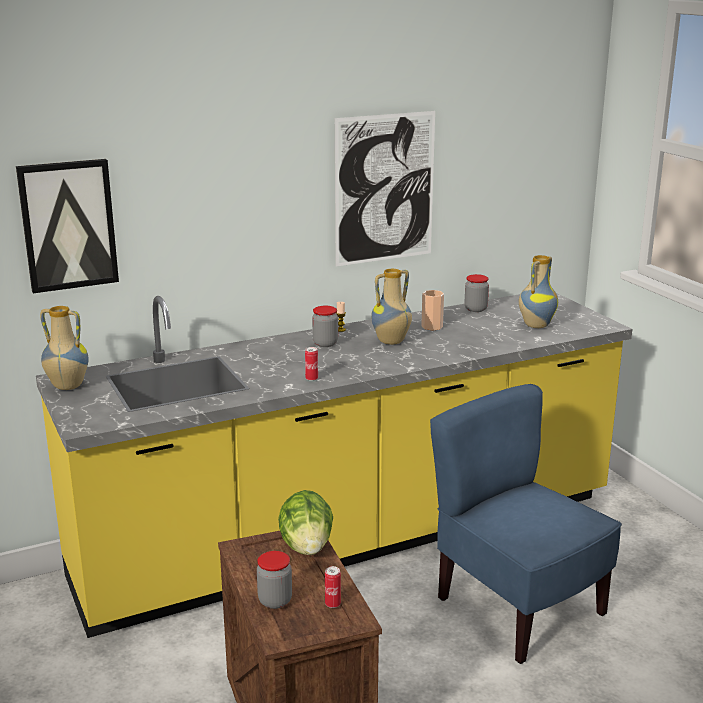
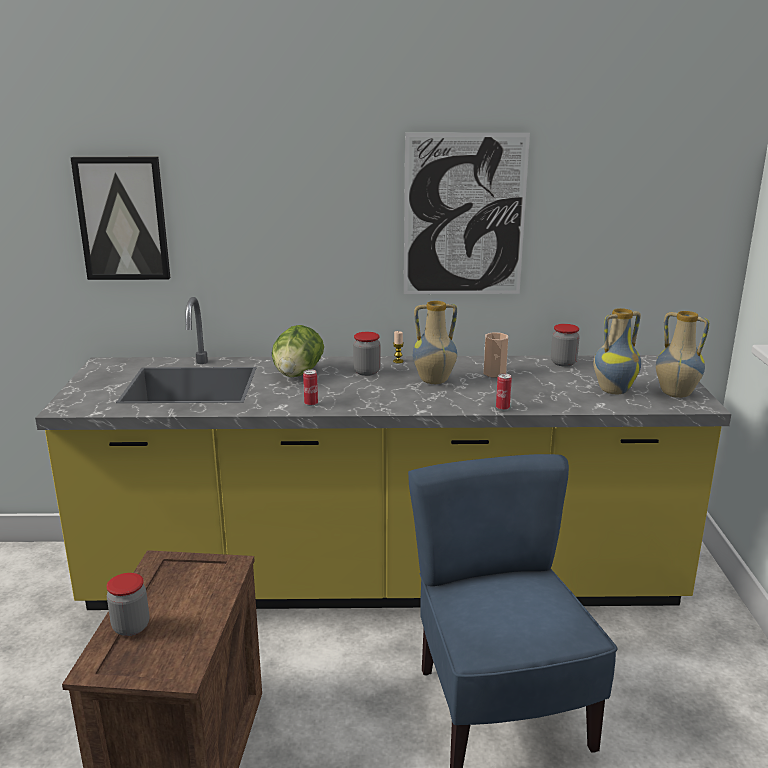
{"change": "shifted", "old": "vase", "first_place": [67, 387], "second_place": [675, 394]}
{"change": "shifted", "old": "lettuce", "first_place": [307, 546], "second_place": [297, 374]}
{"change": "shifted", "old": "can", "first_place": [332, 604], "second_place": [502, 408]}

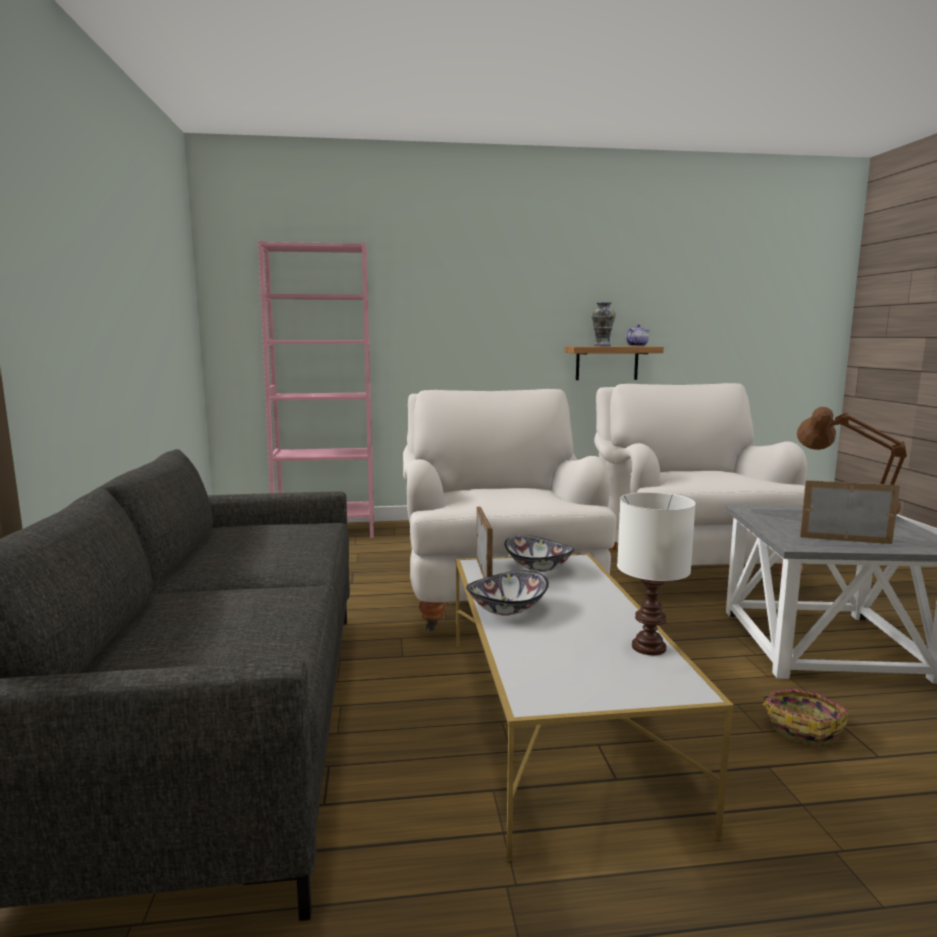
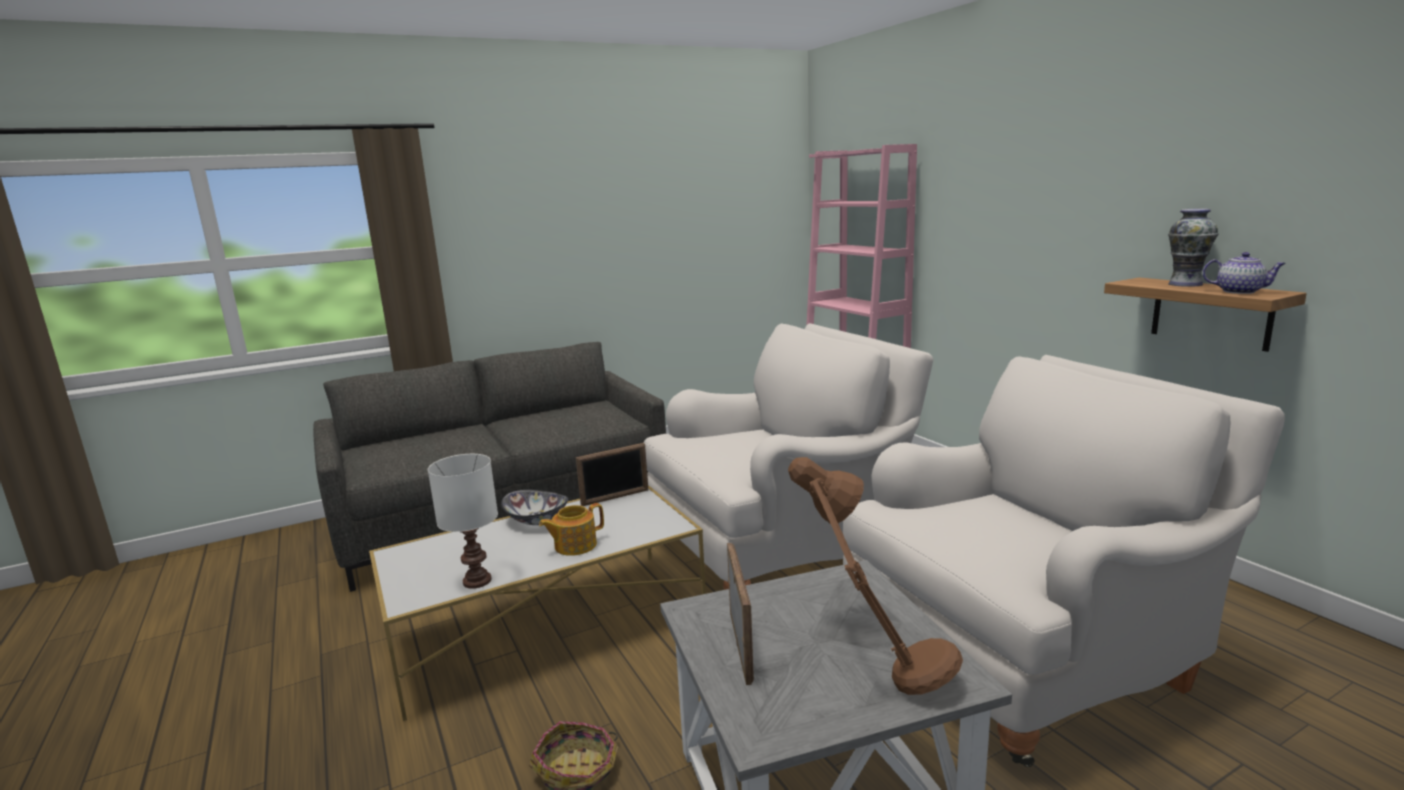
{"change": "gone", "old": "bowl", "first_place": [539, 567]}
{"change": "new", "new": "teapot", "second_place": [574, 545]}

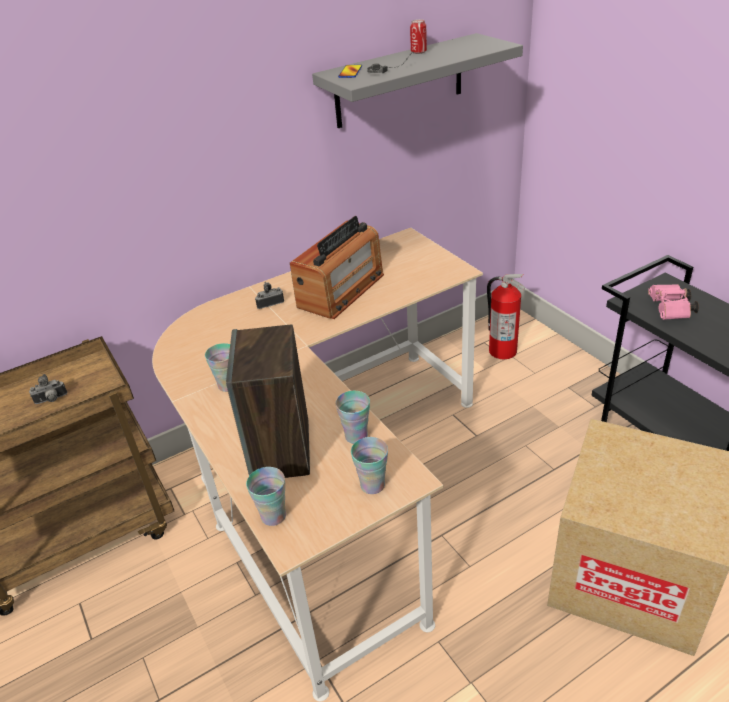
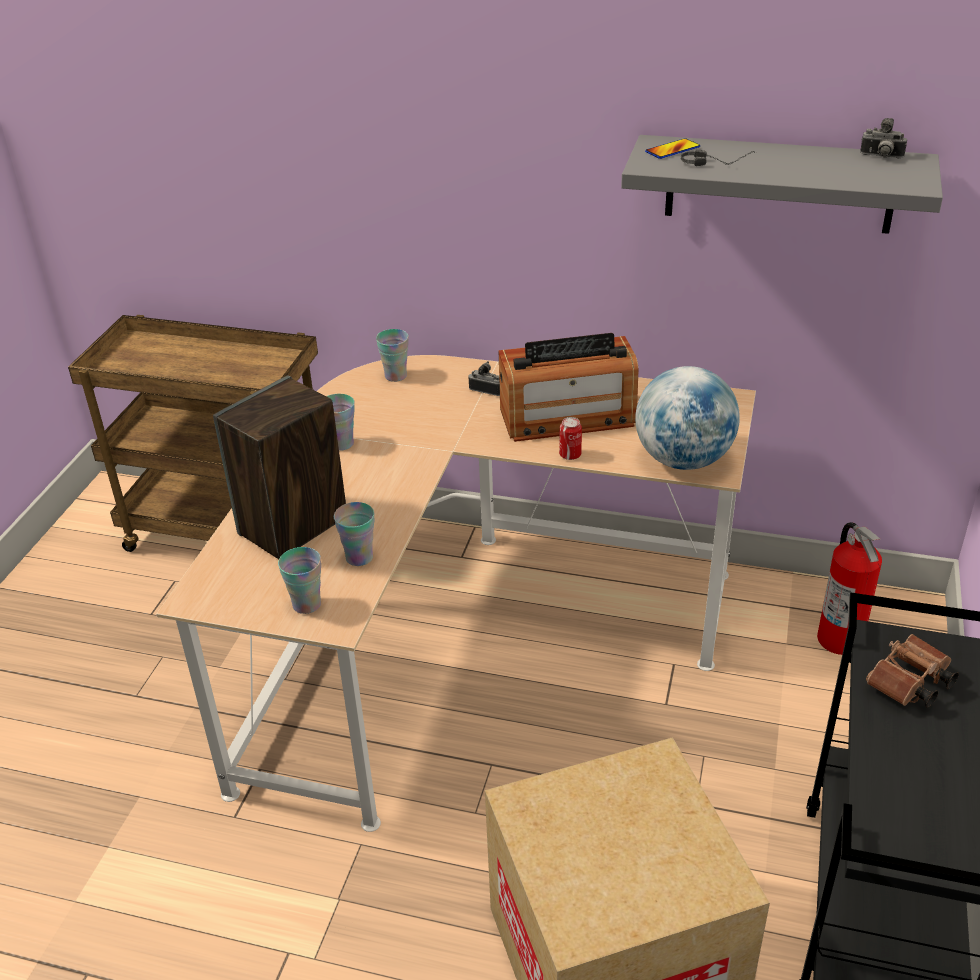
{"change": "shifted", "old": "can", "first_place": [418, 52], "second_place": [570, 455]}
{"change": "repainted", "old": "pink binoculars", "new": "brown binoculars", "first_place": [670, 311], "second_place": [908, 685]}
{"change": "shifted", "old": "photo camera", "first_place": [51, 400], "second_place": [881, 157]}
{"change": "shifted", "old": "cup", "first_place": [273, 516], "second_place": [395, 376]}
{"change": "new", "new": "globe", "second_place": [683, 460]}

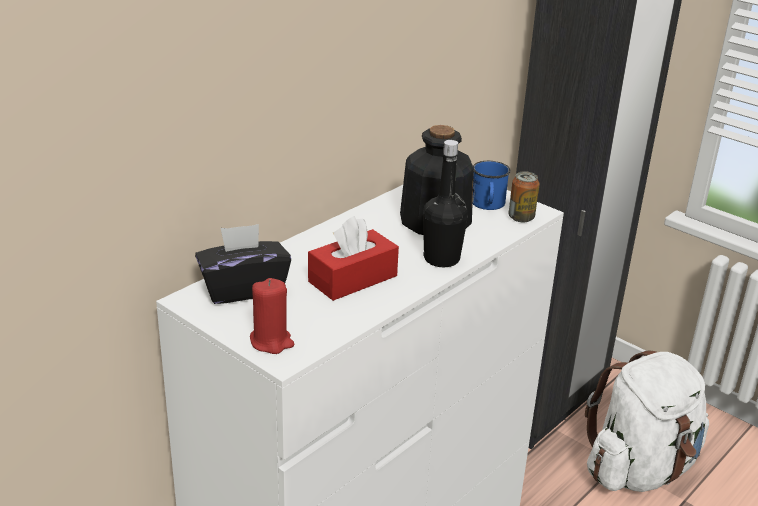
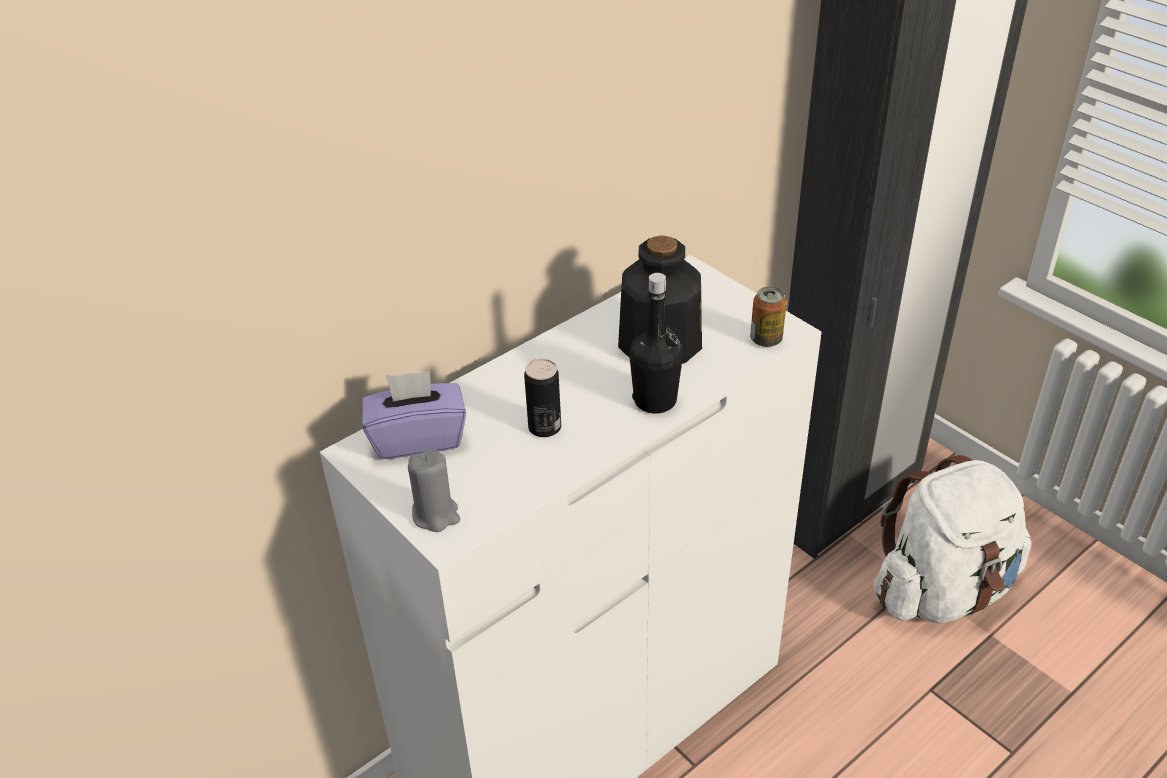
{"change": "gone", "old": "blue mug", "first_place": [488, 205]}
{"change": "swapped", "old": "red tissue box", "new": "can", "first_place": [353, 279], "second_place": [544, 427]}
{"change": "repainted", "old": "black tissue box", "new": "purple tissue box", "first_place": [243, 289], "second_place": [418, 438]}
{"change": "repainted", "old": "red candle", "new": "grey candle", "first_place": [271, 342], "second_place": [436, 514]}

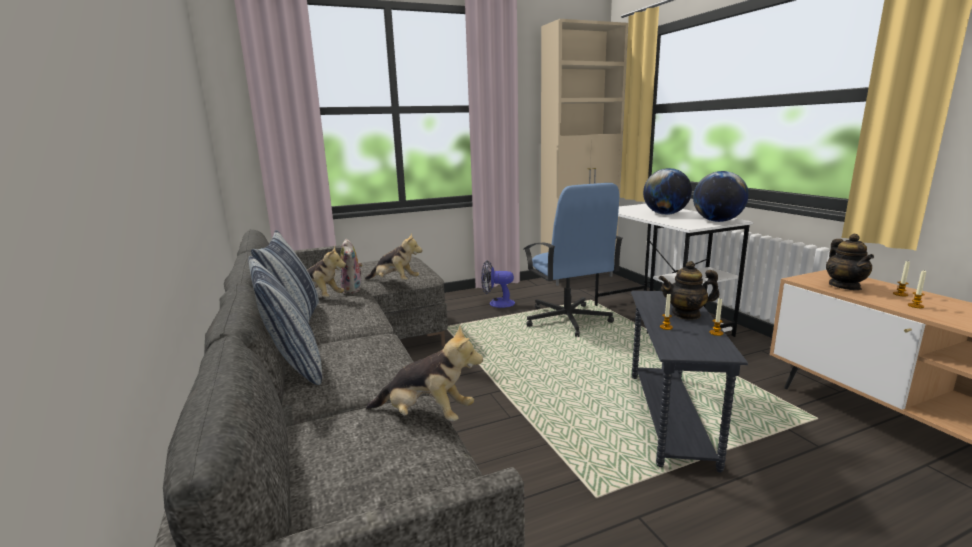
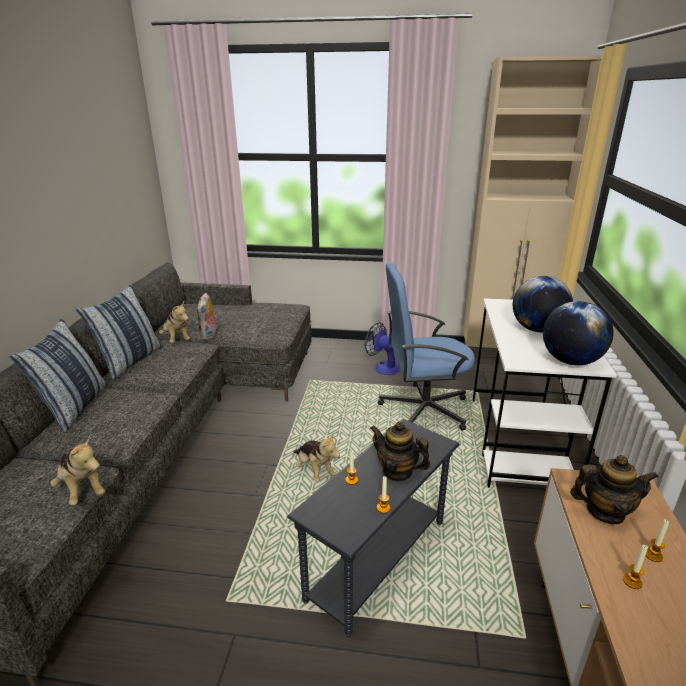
{"change": "rotated", "old": "blue office chair", "first_place": [567, 320], "second_place": [423, 409], "degrees": 75}
{"change": "shifted", "old": "plush toy", "first_place": [394, 282], "second_place": [315, 470]}
{"change": "rotated", "old": "teapot", "first_place": [845, 286], "second_place": [605, 512], "degrees": -120}

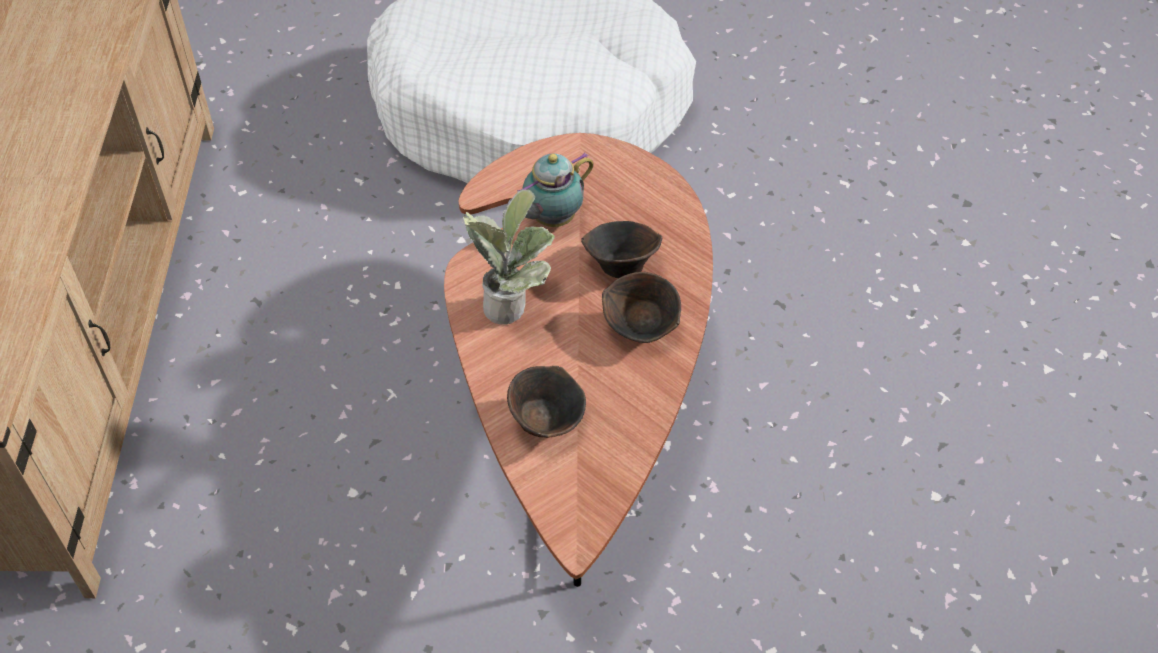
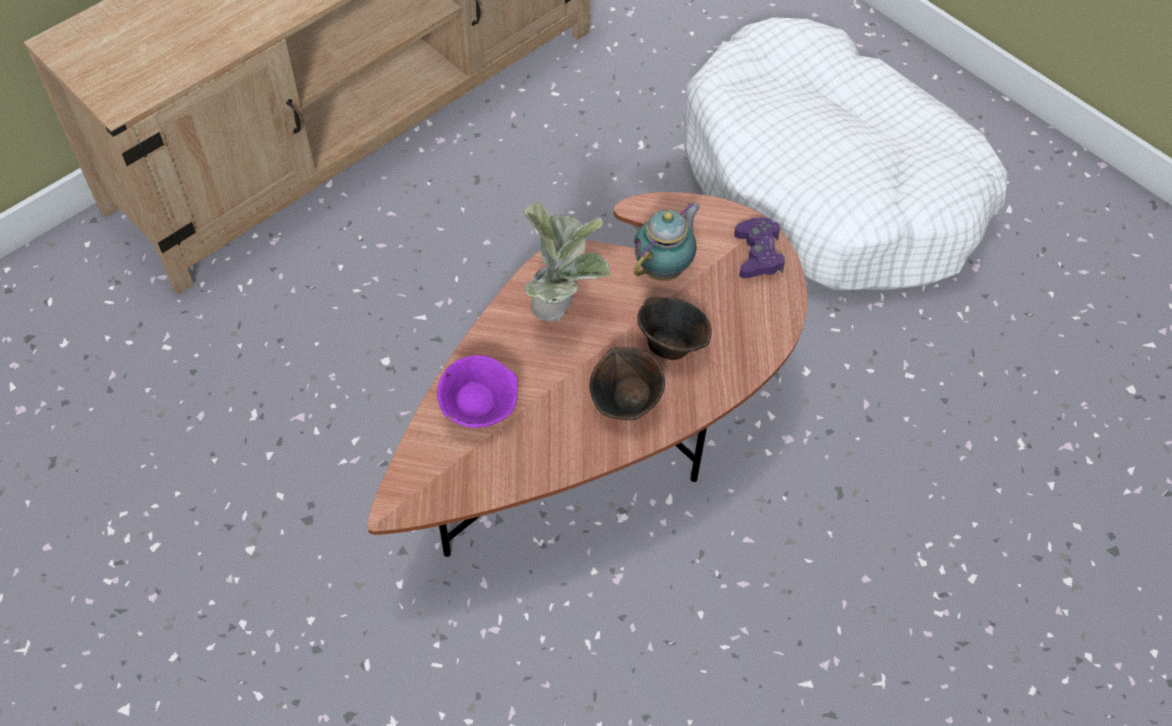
{"change": "rotated", "old": "teapot", "first_place": [551, 219], "second_place": [664, 268], "degrees": 120}
{"change": "repainted", "old": "brown bowl", "new": "purple bowl", "first_place": [546, 421], "second_place": [479, 409]}
{"change": "new", "new": "purple game controller", "second_place": [758, 254]}

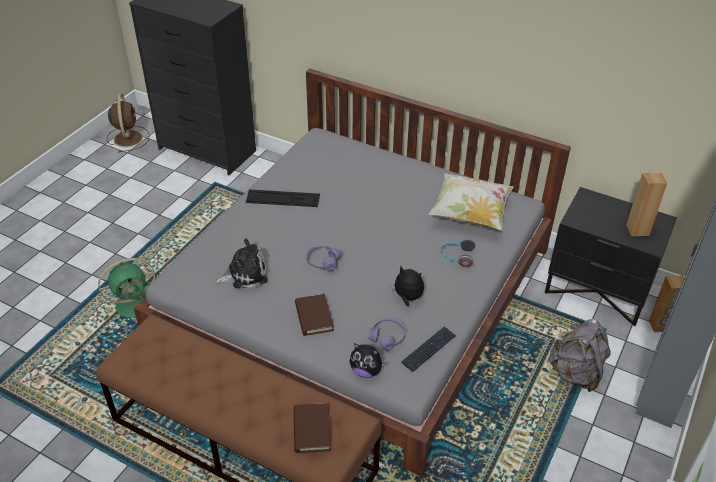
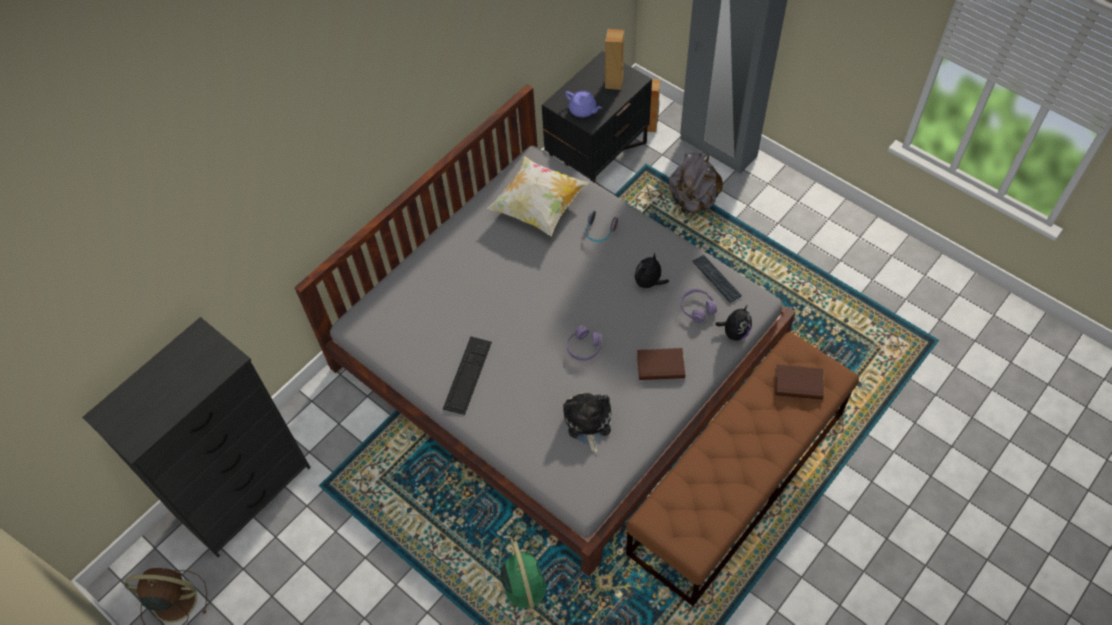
{"change": "new", "new": "purple teapot", "second_place": [583, 110]}

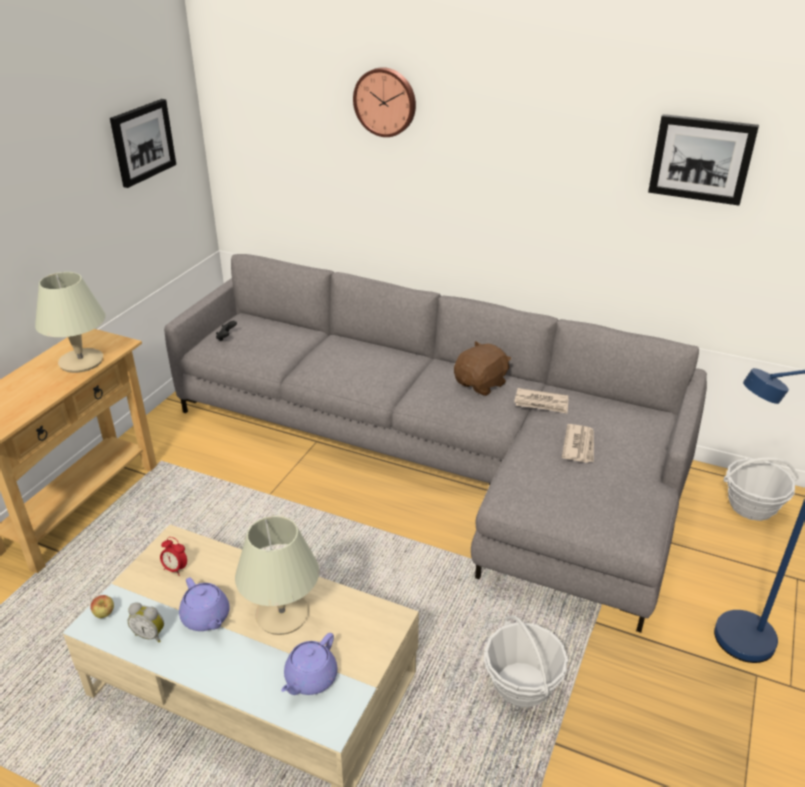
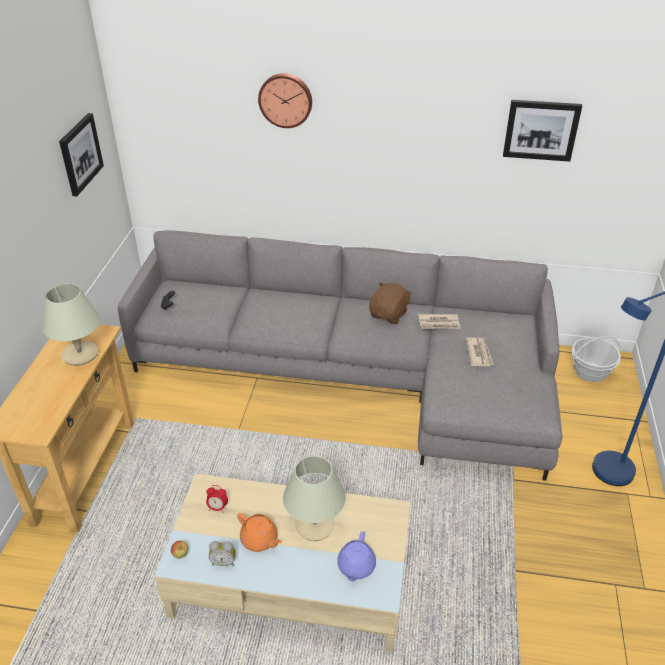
{"change": "repainted", "old": "purple teapot", "new": "orange teapot", "first_place": [206, 618], "second_place": [260, 540]}
{"change": "gone", "old": "basket", "first_place": [522, 685]}

